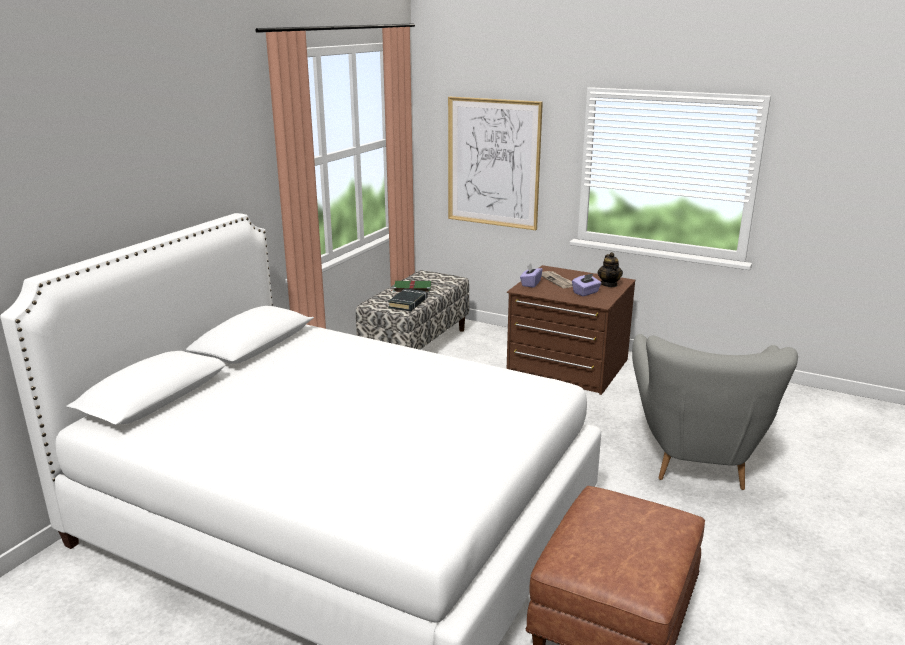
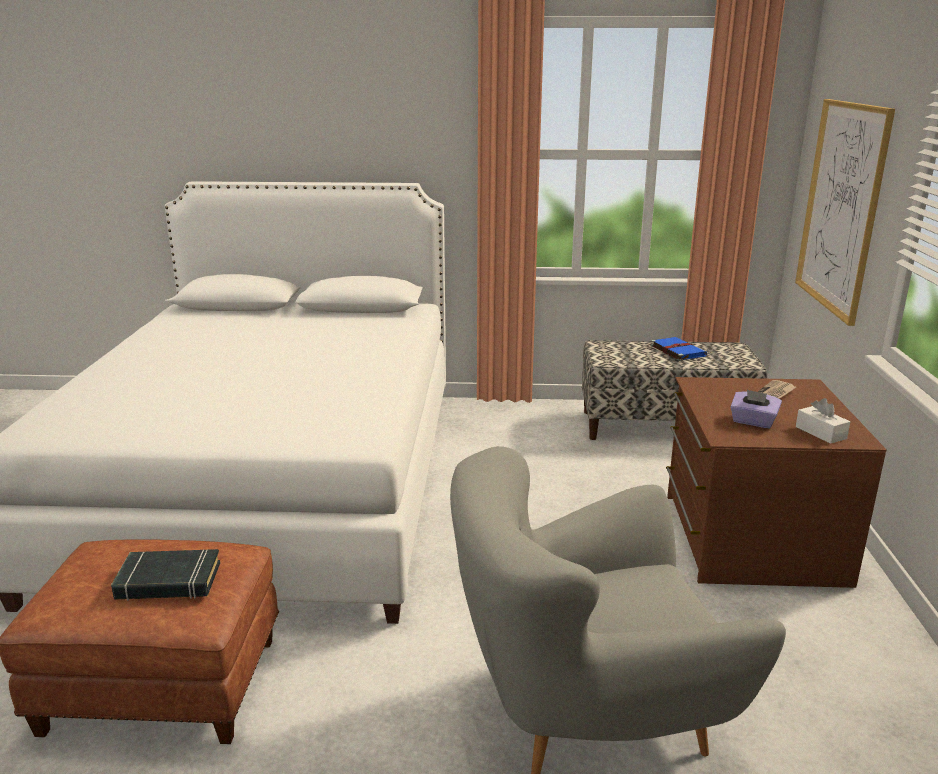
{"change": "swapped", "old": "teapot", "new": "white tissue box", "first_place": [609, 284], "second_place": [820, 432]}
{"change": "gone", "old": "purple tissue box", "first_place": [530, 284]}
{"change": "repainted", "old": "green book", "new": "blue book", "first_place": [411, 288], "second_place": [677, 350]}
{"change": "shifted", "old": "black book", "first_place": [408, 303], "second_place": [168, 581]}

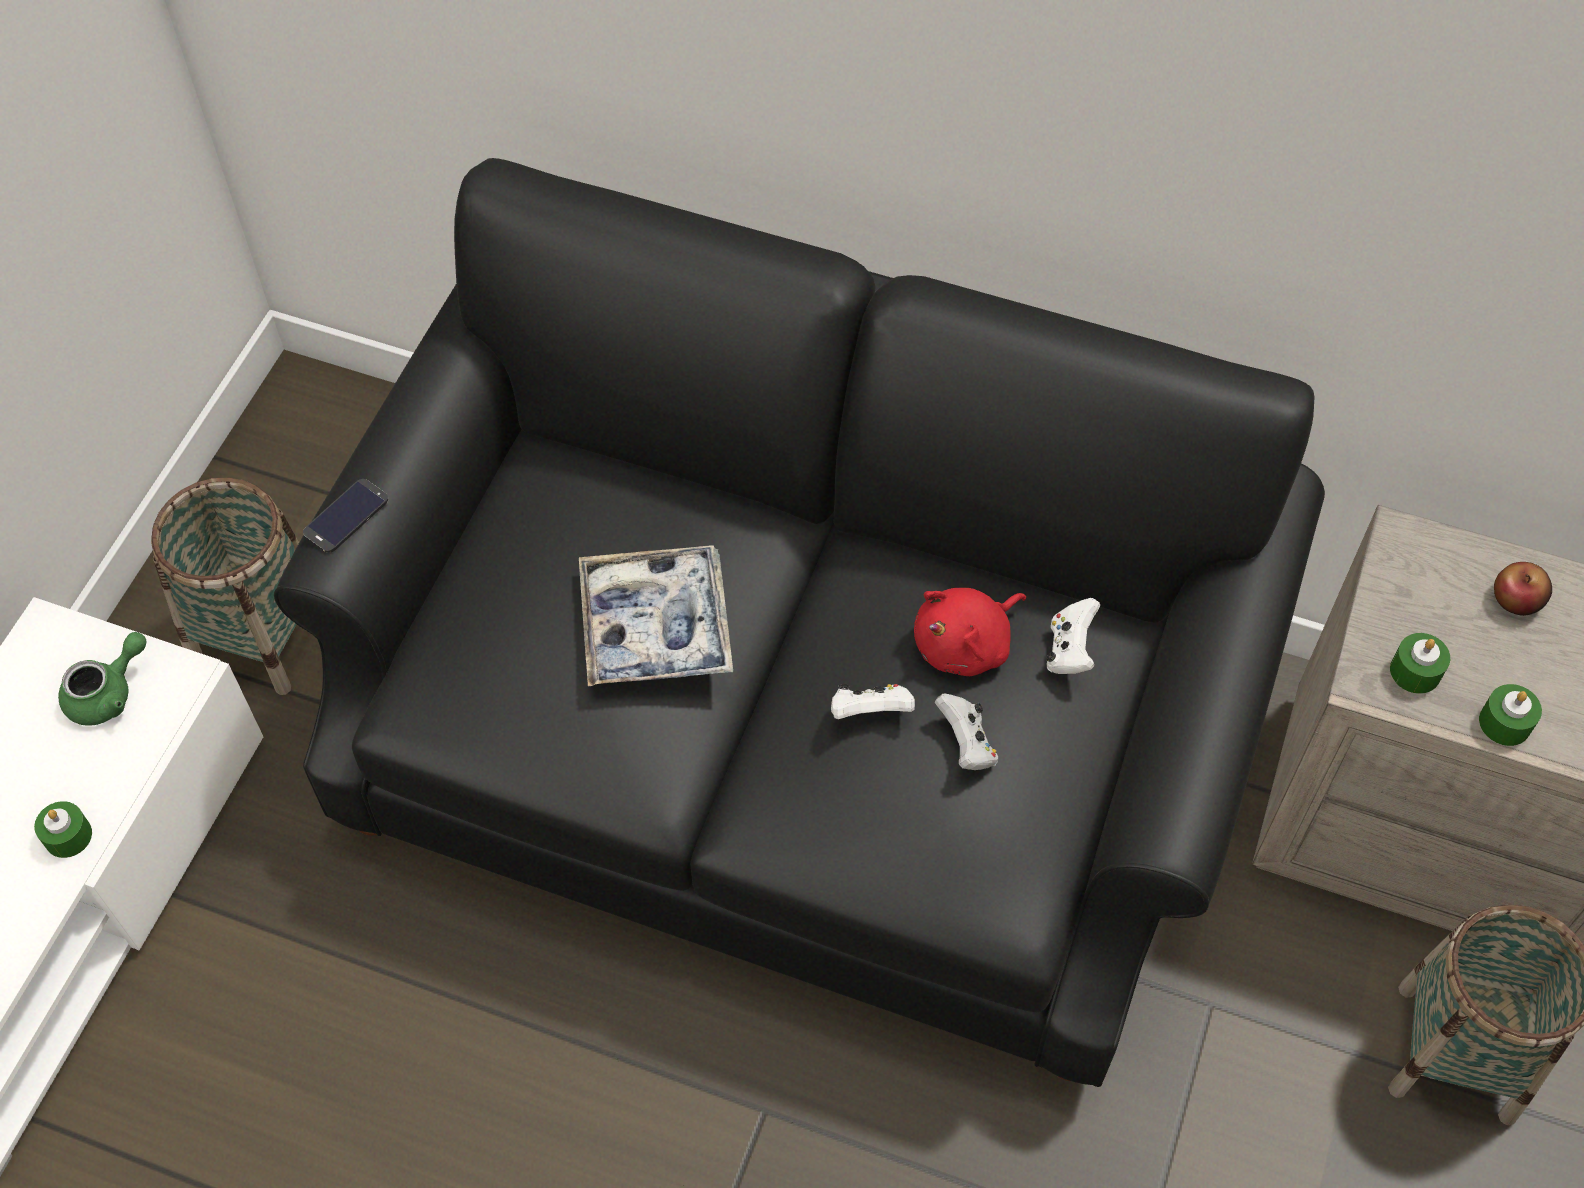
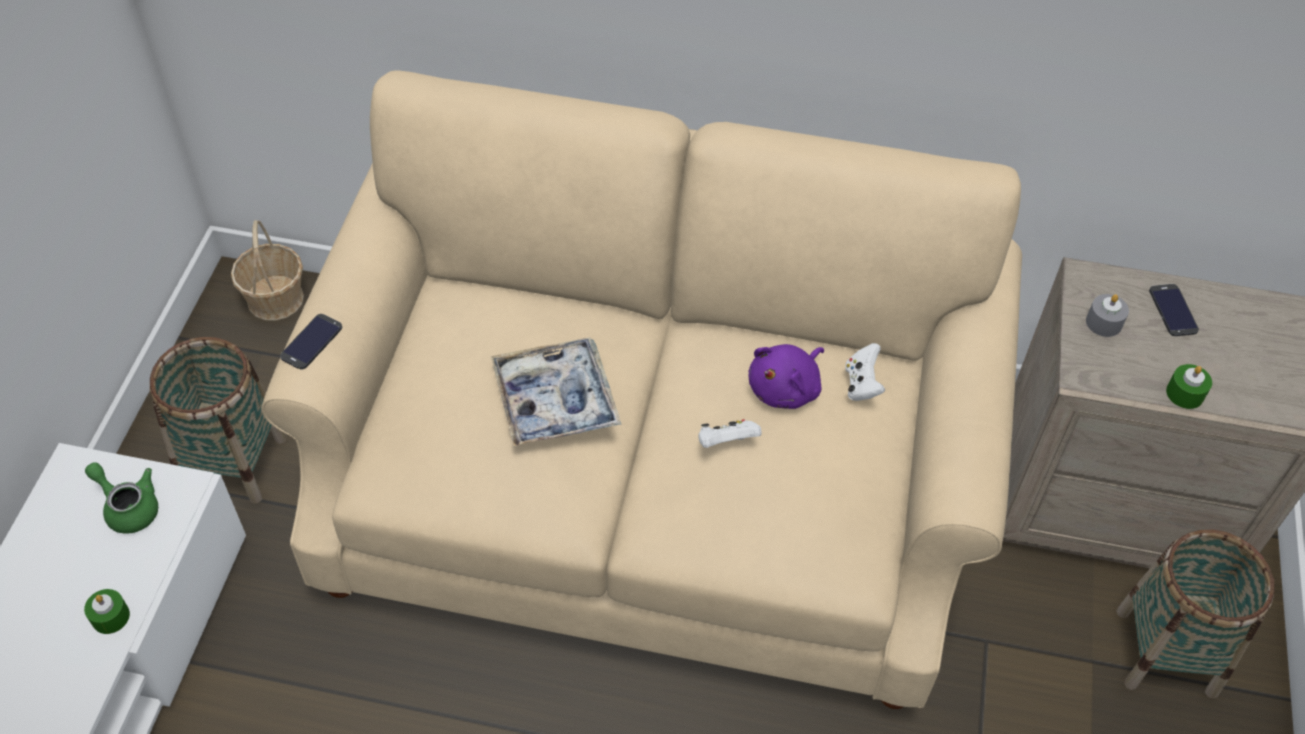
{"change": "repainted", "old": "black sofa", "new": "beige sofa", "first_place": [796, 741], "second_place": [651, 491]}
{"change": "swapped", "old": "apple", "new": "phone", "first_place": [1516, 600], "second_place": [1173, 310]}
{"change": "repainted", "old": "red plush toy", "new": "purple plush toy", "first_place": [966, 644], "second_place": [786, 388]}
{"change": "rotated", "old": "green teapot", "first_place": [108, 694], "second_place": [128, 507], "degrees": -90}
{"change": "gone", "old": "green candle", "first_place": [1415, 671]}
{"change": "gone", "old": "white game controller", "first_place": [966, 745]}
{"change": "new", "new": "basket", "second_place": [275, 298]}
{"change": "new", "new": "grey candle", "second_place": [1103, 322]}

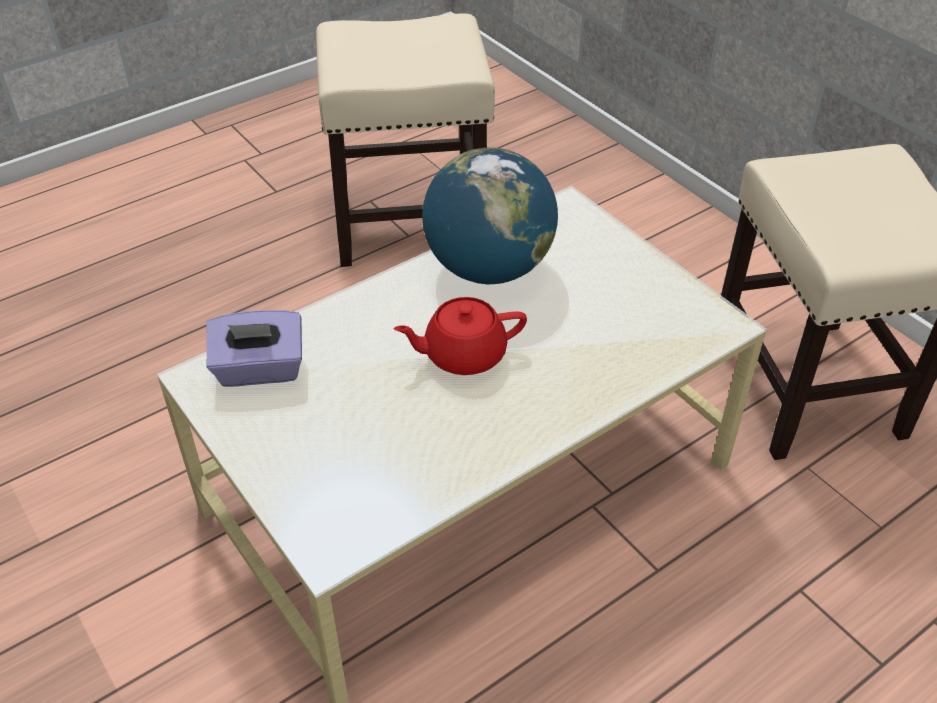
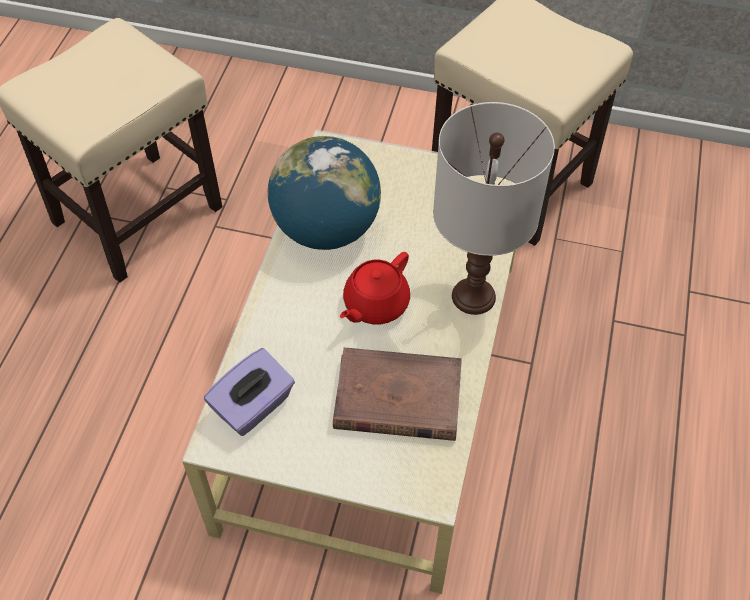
{"change": "new", "new": "white table lamp", "second_place": [472, 296]}
{"change": "new", "new": "brown book", "second_place": [396, 398]}

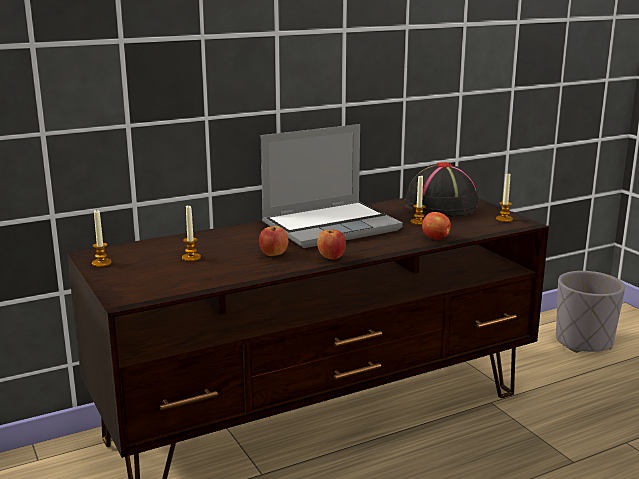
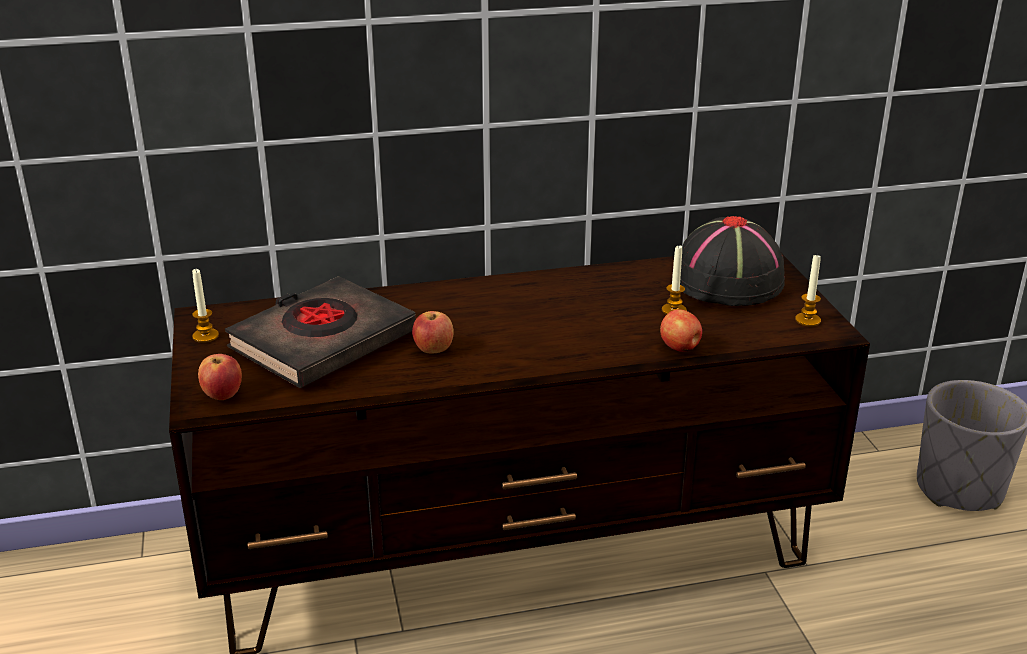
{"change": "gone", "old": "laptop", "first_place": [331, 226]}
{"change": "swapped", "old": "candle", "new": "black book", "first_place": [191, 258], "second_place": [322, 341]}
{"change": "shifted", "old": "apple", "first_place": [331, 257], "second_place": [223, 395]}

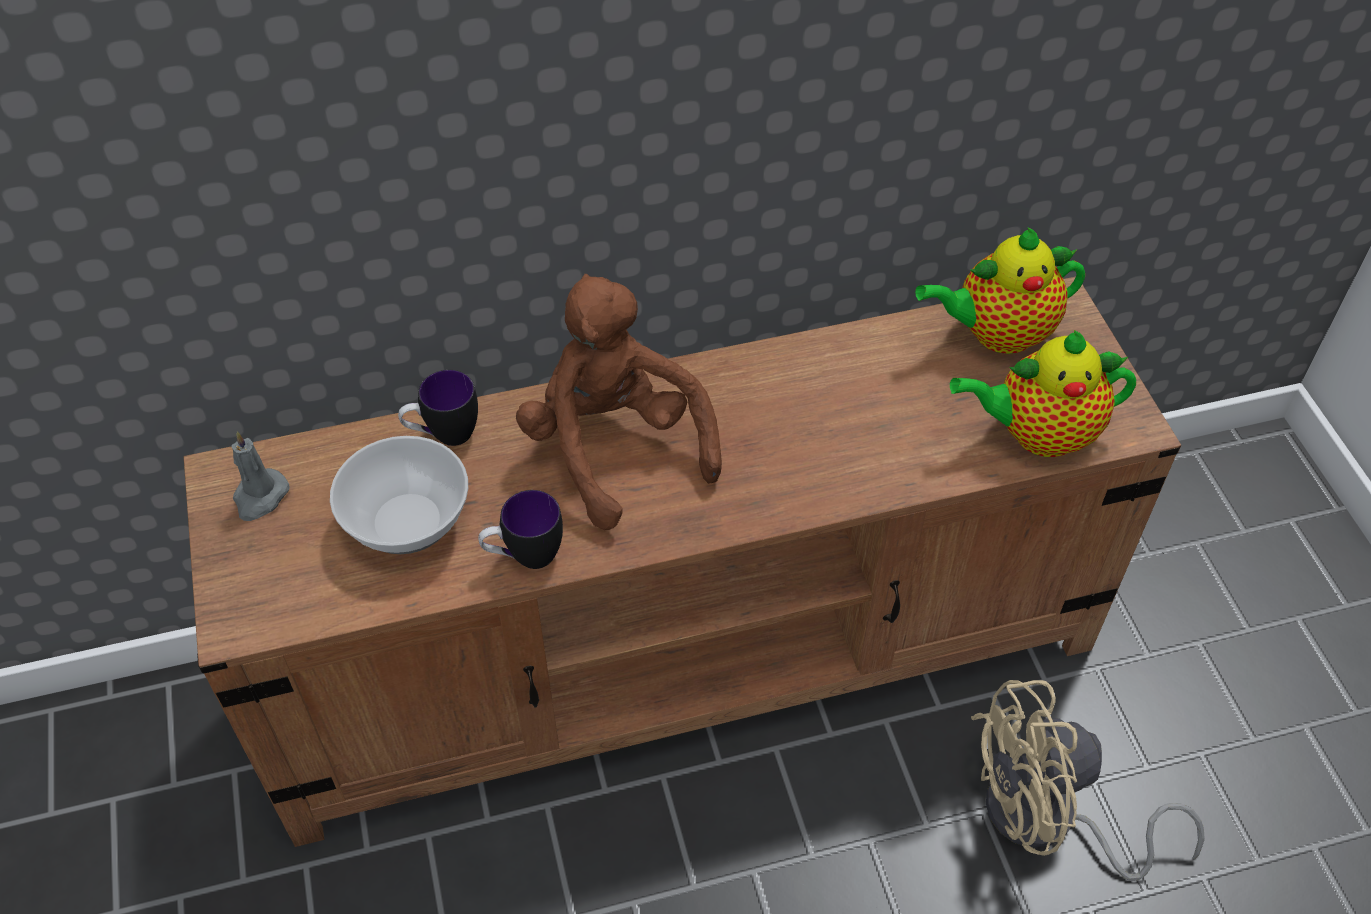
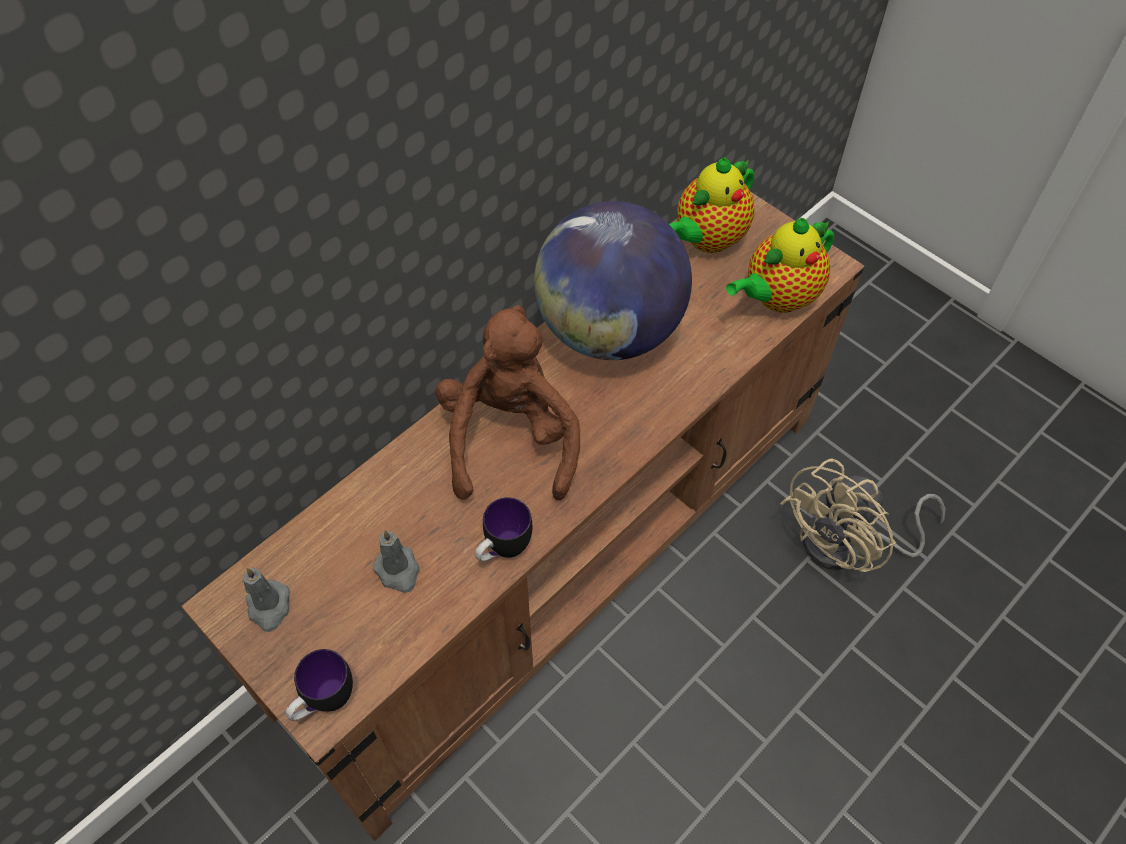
{"change": "rotated", "old": "brown plush toy", "first_place": [615, 447], "second_place": [510, 438], "degrees": 60}
{"change": "shifted", "old": "mug", "first_place": [443, 435], "second_place": [324, 702]}
{"change": "swapped", "old": "bowl", "new": "grey candle", "first_place": [405, 524], "second_place": [398, 571]}
{"change": "new", "new": "globe", "second_place": [609, 330]}

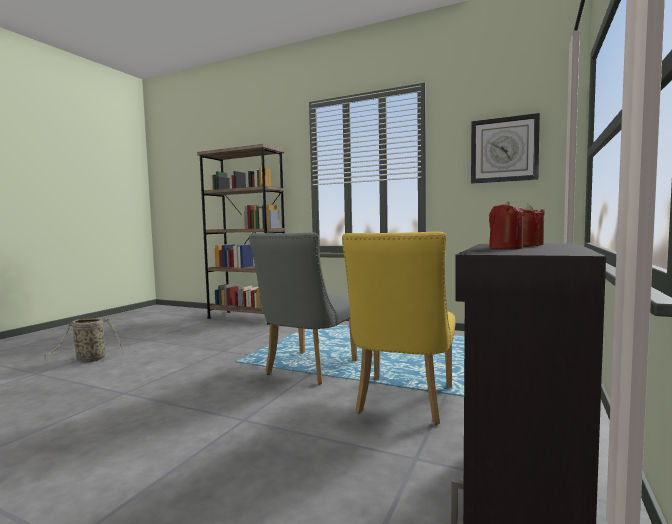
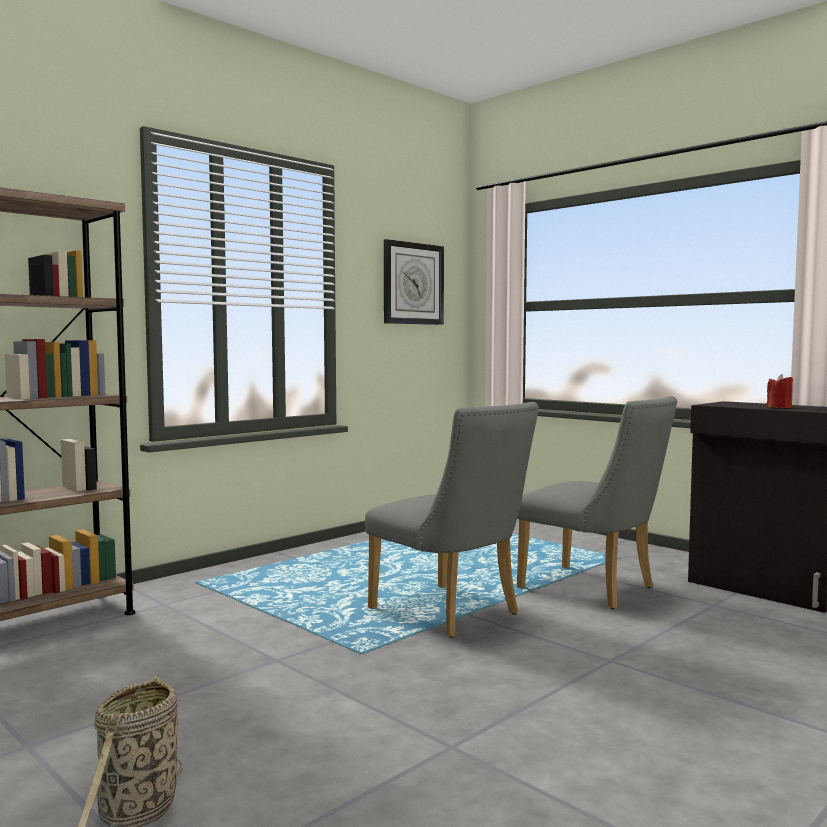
{"change": "gone", "old": "red candle", "first_place": [528, 245]}
{"change": "repainted", "old": "yellow chair", "new": "grey chair", "first_place": [402, 403], "second_place": [595, 590]}

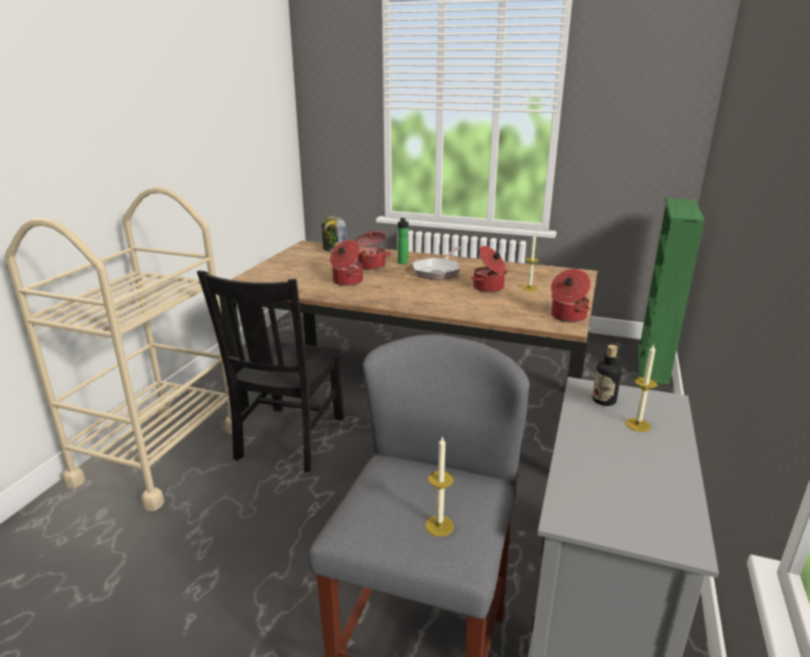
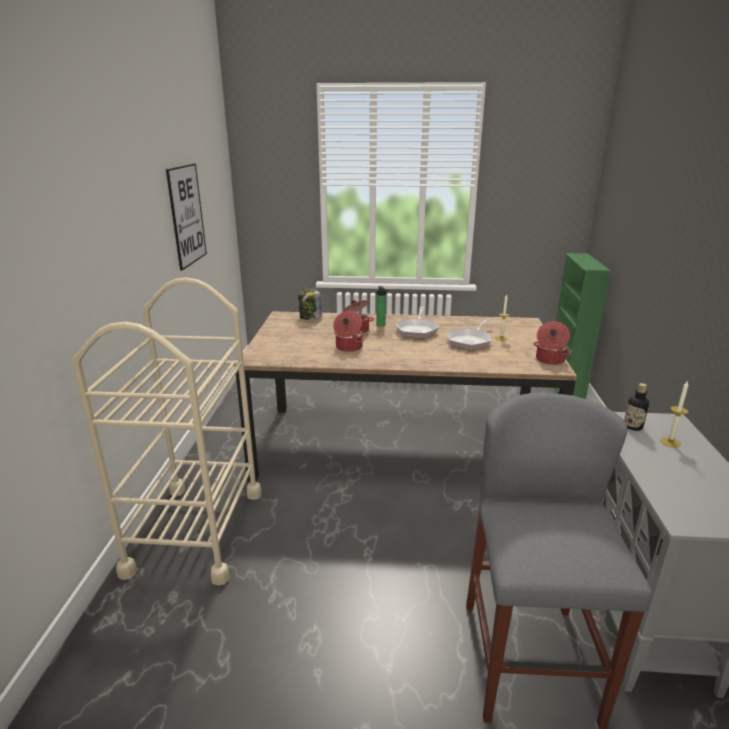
{"change": "swapped", "old": "cooking pot", "new": "frying pan", "first_place": [489, 288], "second_place": [470, 341]}
{"change": "gone", "old": "black chair", "first_place": [289, 440]}
{"change": "gone", "old": "candle", "first_place": [439, 526]}
{"change": "new", "new": "picture", "second_place": [187, 215]}

